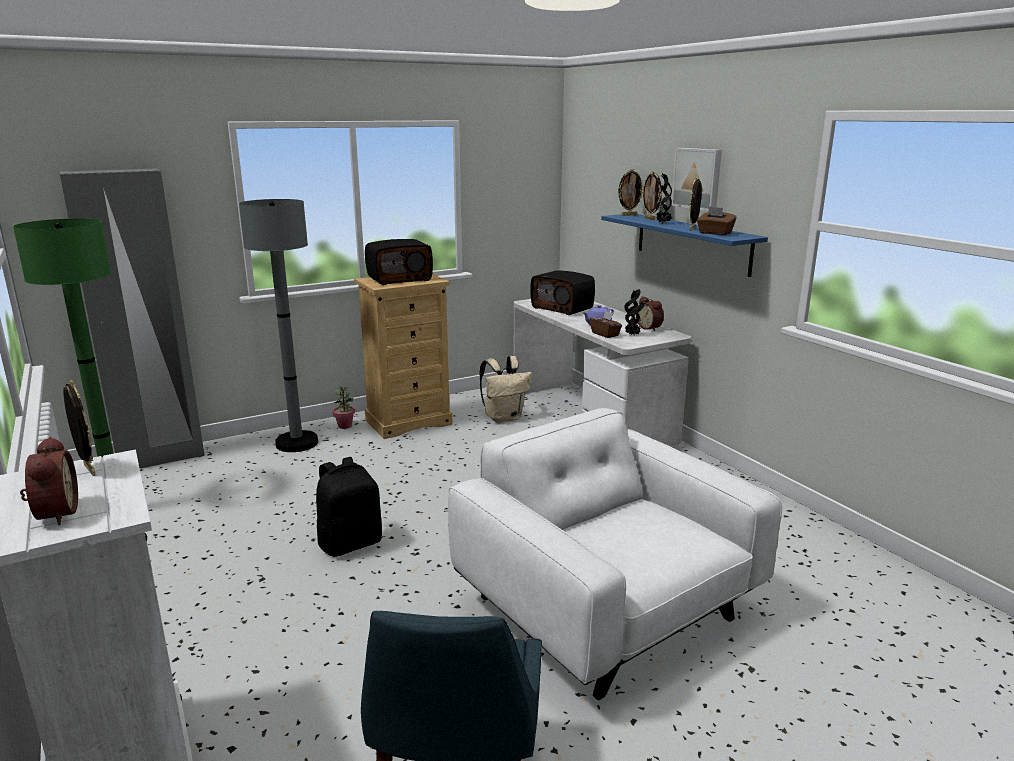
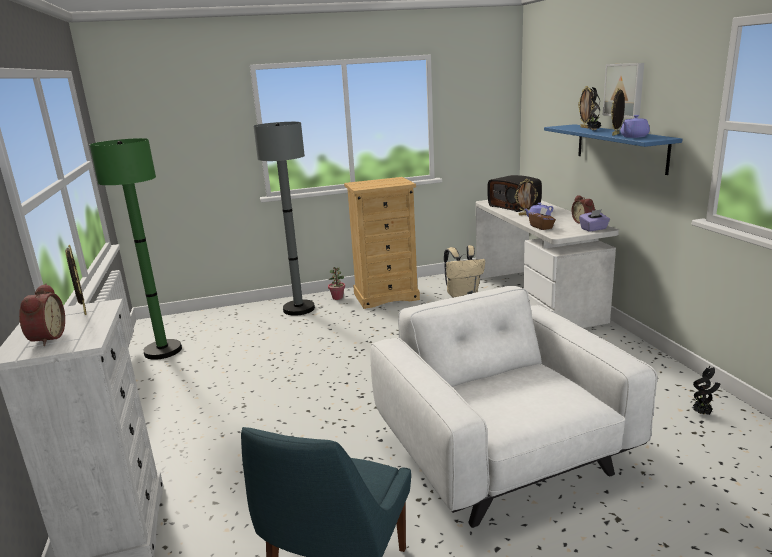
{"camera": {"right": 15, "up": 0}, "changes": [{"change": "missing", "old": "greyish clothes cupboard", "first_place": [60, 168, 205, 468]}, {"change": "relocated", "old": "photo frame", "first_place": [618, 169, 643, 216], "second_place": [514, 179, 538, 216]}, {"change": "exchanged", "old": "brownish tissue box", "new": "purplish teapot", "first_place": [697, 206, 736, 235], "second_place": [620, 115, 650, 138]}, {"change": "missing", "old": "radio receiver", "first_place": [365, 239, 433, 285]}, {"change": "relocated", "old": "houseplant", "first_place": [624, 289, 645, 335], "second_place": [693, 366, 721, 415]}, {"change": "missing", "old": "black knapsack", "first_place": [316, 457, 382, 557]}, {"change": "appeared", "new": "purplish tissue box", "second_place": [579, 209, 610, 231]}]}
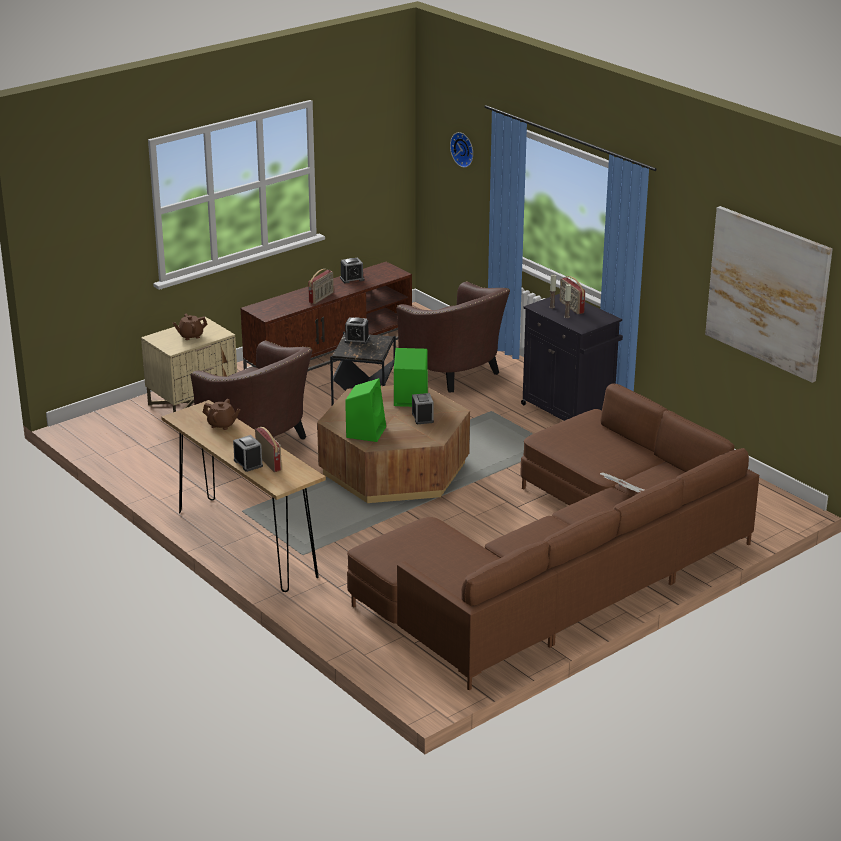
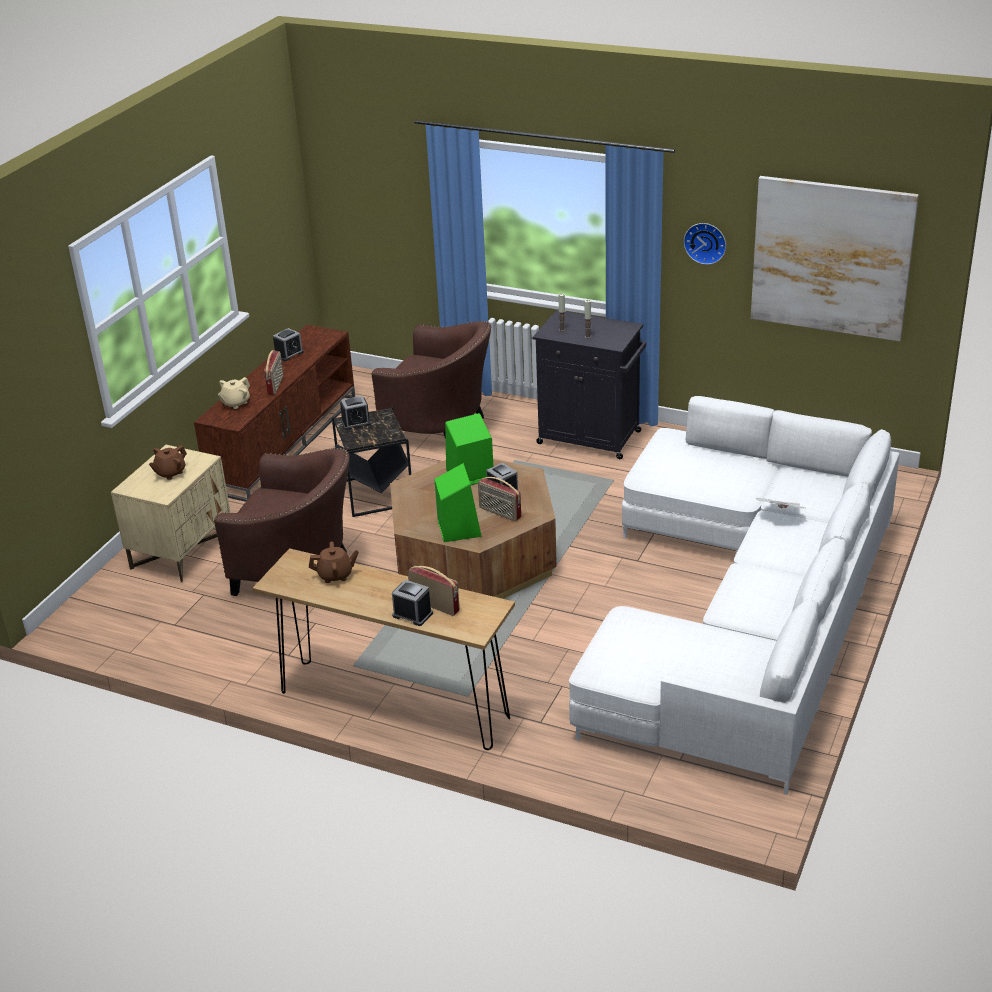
{"camera": {"right": -25, "up": 5}, "changes": [{"change": "relocated", "old": "wall clock", "first_place": [450, 132, 473, 168], "second_place": [684, 223, 726, 265]}, {"change": "relocated", "old": "radio receiver", "first_place": [560, 276, 585, 314], "second_place": [478, 477, 521, 521]}, {"change": "colour", "old": "brownish sofa", "new": "white-coloured sofa", "first_place": [347, 383, 759, 690], "second_place": [569, 396, 900, 795]}, {"change": "appeared", "new": "beige teapot", "second_place": [218, 377, 250, 409]}]}
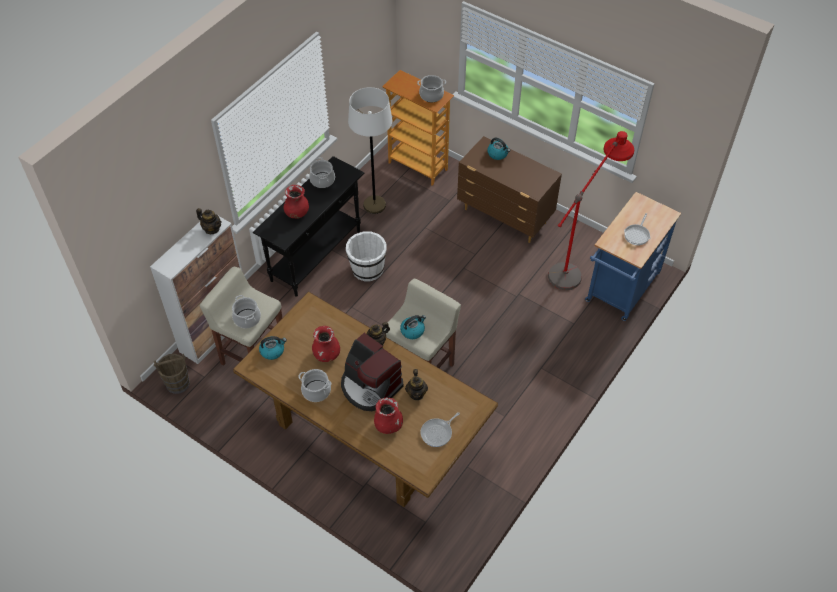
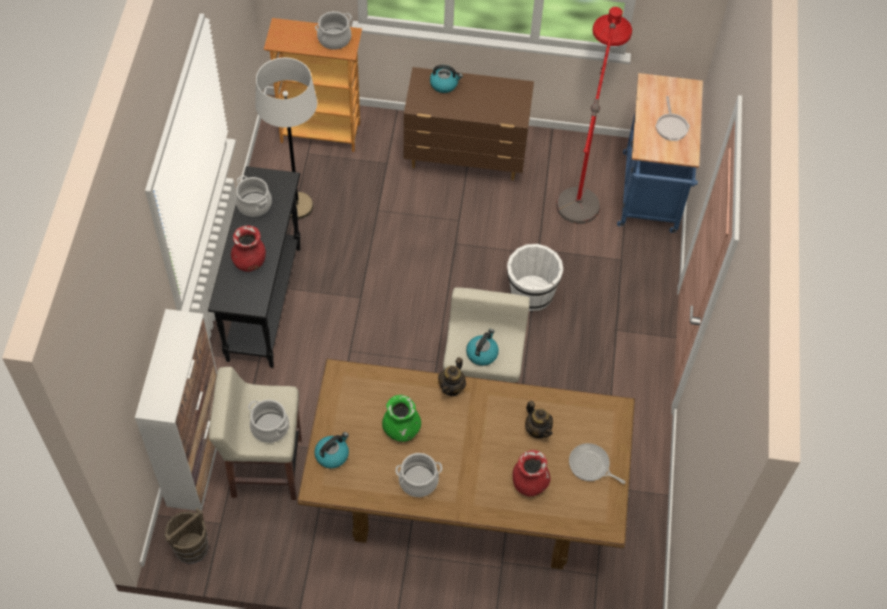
{"camera": {"right": -30, "up": 5}, "changes": [{"change": "missing", "old": "teapot", "first_place": [196, 208, 222, 234]}, {"change": "relocated", "old": "white-coloured pail", "first_place": [346, 231, 387, 282], "second_place": [507, 244, 563, 311]}, {"change": "colour", "old": "red vase", "new": "green-coloured vase", "first_place": [312, 326, 340, 362], "second_place": [382, 395, 421, 442]}, {"change": "missing", "old": "coffee brewer", "first_place": [341, 333, 403, 411]}, {"change": "spun", "old": "skillet", "first_place": [420, 412, 460, 447], "second_place": [569, 443, 625, 484], "degrees": 105}]}
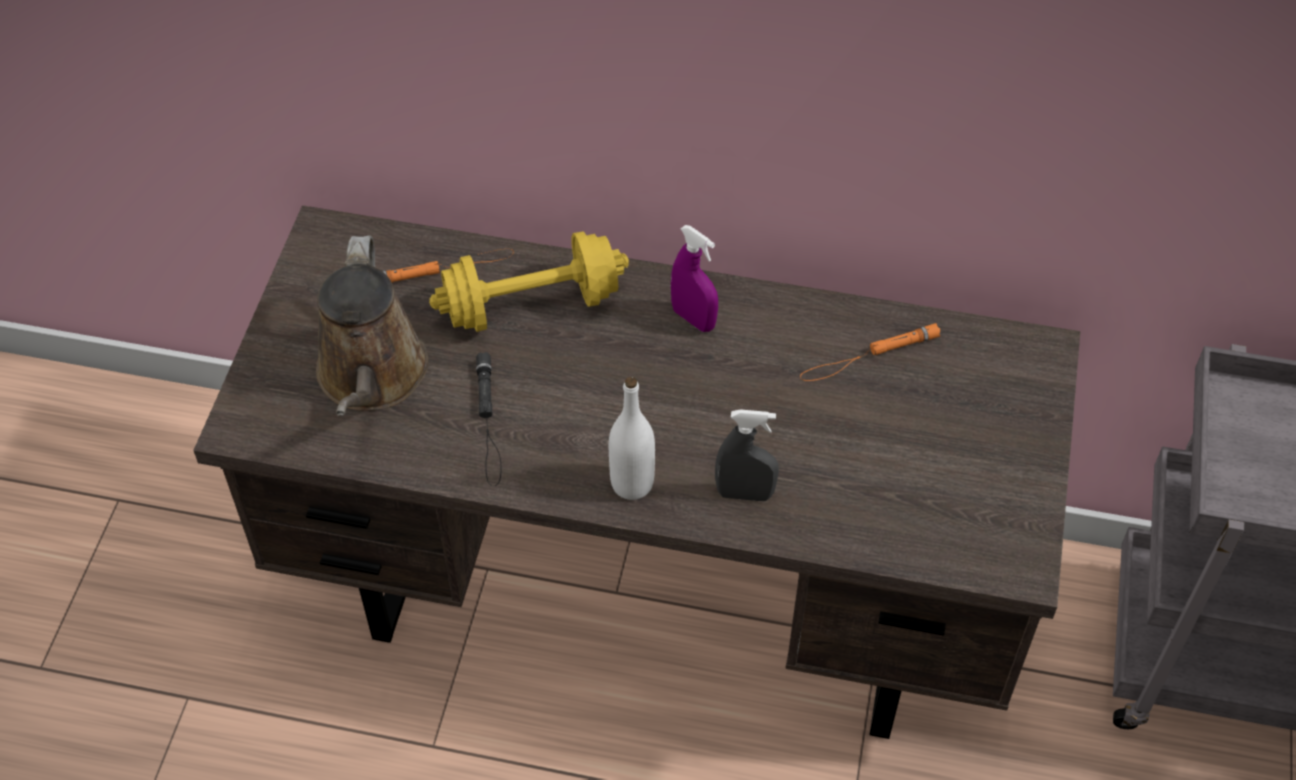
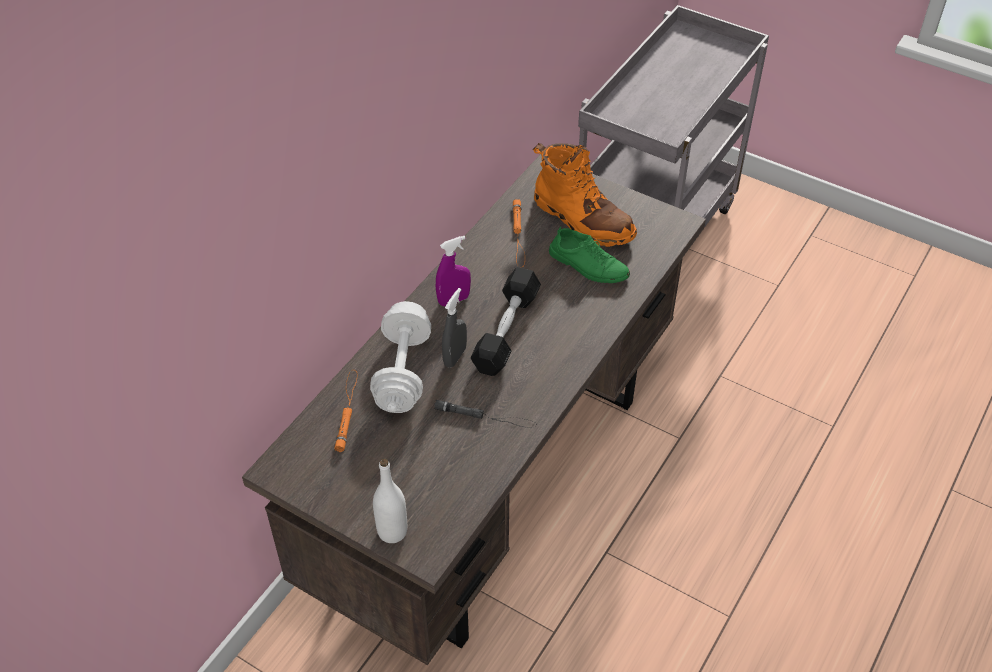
{"camera": {"right": -70, "up": -5}, "changes": [{"change": "colour", "old": "yellow-coloured hand weight", "new": "white-coloured hand weight", "first_place": [429, 231, 629, 332], "second_place": [370, 301, 431, 413]}, {"change": "missing", "old": "brownish sprinkling can", "first_place": [316, 235, 429, 416]}, {"change": "relocated", "old": "white-coloured beverage bottle", "first_place": [609, 377, 655, 500], "second_place": [373, 459, 407, 543]}, {"change": "relocated", "old": "greyish hand sprayer", "first_place": [715, 410, 779, 501], "second_place": [442, 288, 467, 368]}, {"change": "appeared", "new": "orange high-top boot", "second_place": [533, 143, 637, 247]}, {"change": "appeared", "new": "green-coloured low shoe", "second_place": [549, 227, 630, 283]}, {"change": "appeared", "new": "black hand weight", "second_place": [471, 267, 541, 376]}]}
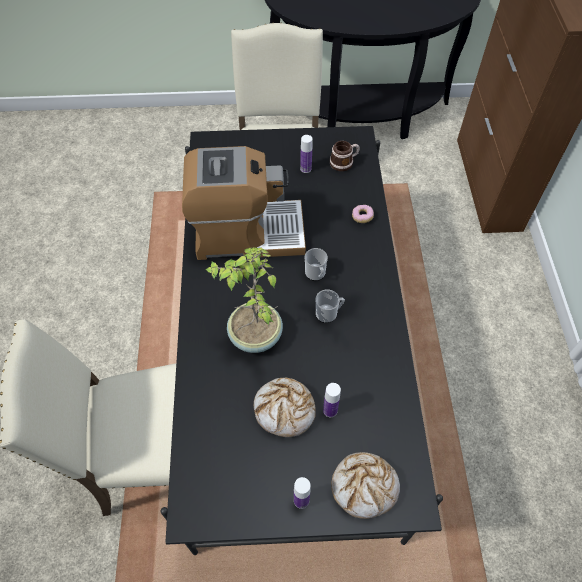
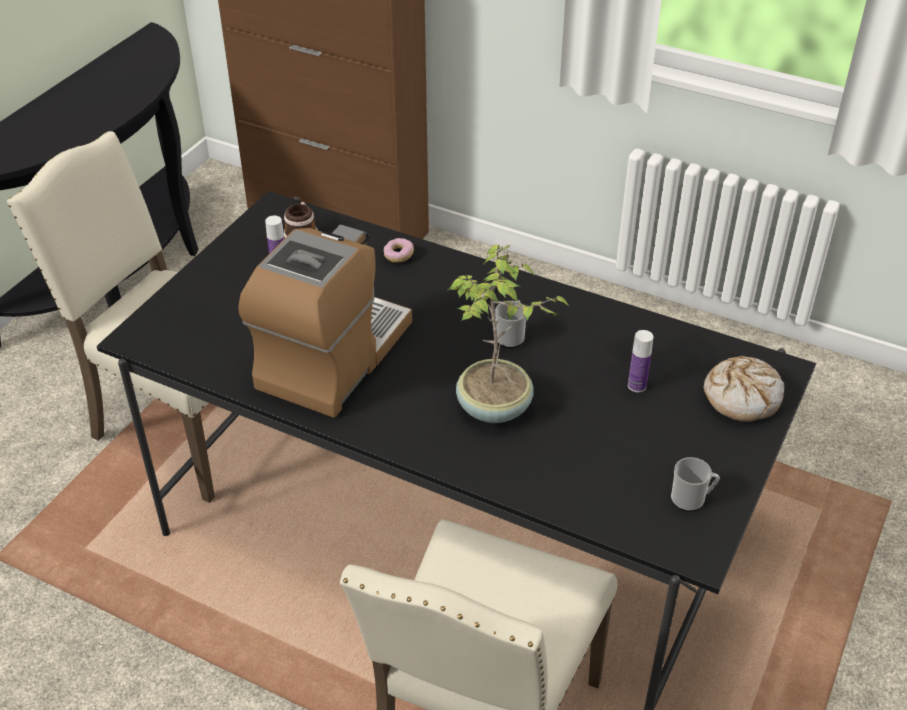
{"camera": {"right": -60, "up": -15}, "changes": [{"change": "relocated", "old": "mug", "first_place": [305, 248, 328, 281], "second_place": [671, 457, 720, 512]}, {"change": "missing", "old": "bread", "first_place": [254, 378, 316, 437]}, {"change": "missing", "old": "beverage bottle", "first_place": [294, 477, 311, 509]}]}
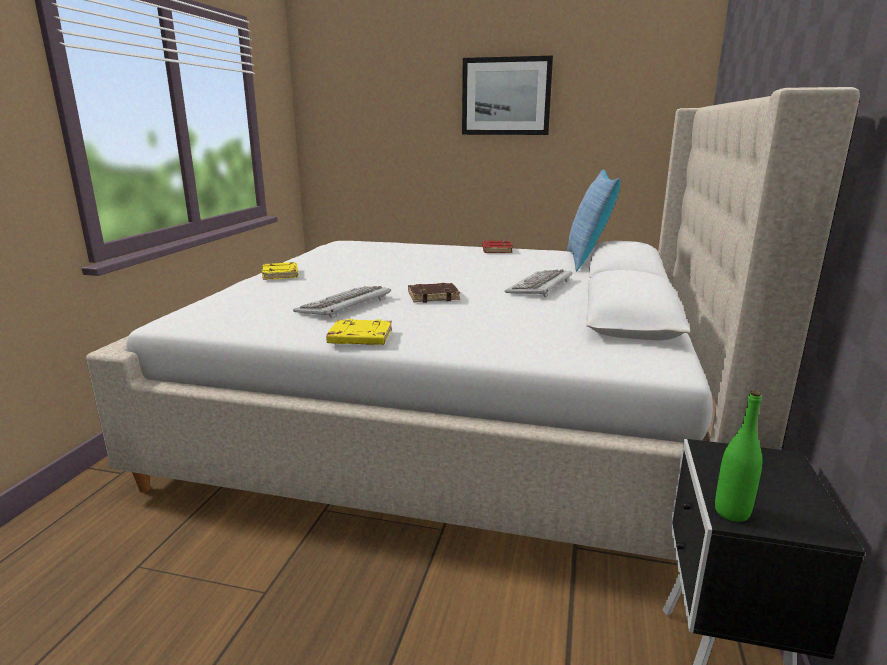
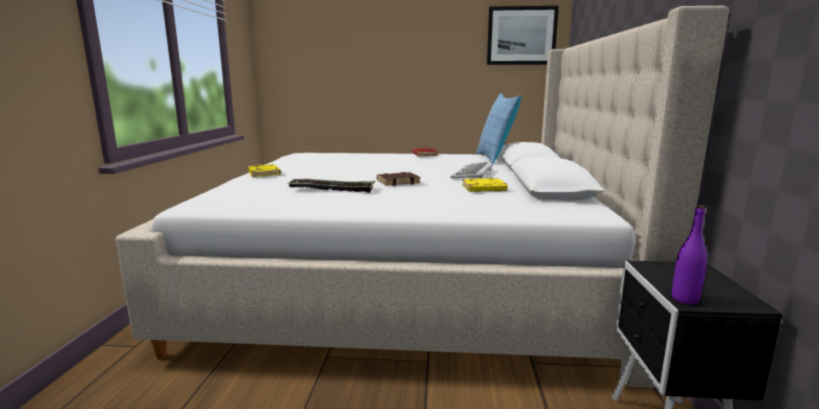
{"camera": {"right": -10, "up": -5}, "changes": [{"change": "relocated", "old": "picture", "first_place": [462, 56, 553, 135], "second_place": [487, 6, 559, 65]}, {"change": "exchanged", "old": "PC keyboard", "new": "carrying tray", "first_place": [293, 286, 391, 319], "second_place": [288, 179, 375, 193]}, {"change": "relocated", "old": "yellow-coloured bound book", "first_place": [326, 319, 392, 345], "second_place": [462, 178, 508, 192]}, {"change": "colour", "old": "green-coloured beverage bottle", "new": "purplish beverage bottle", "first_place": [715, 390, 762, 522], "second_place": [672, 205, 707, 305]}]}
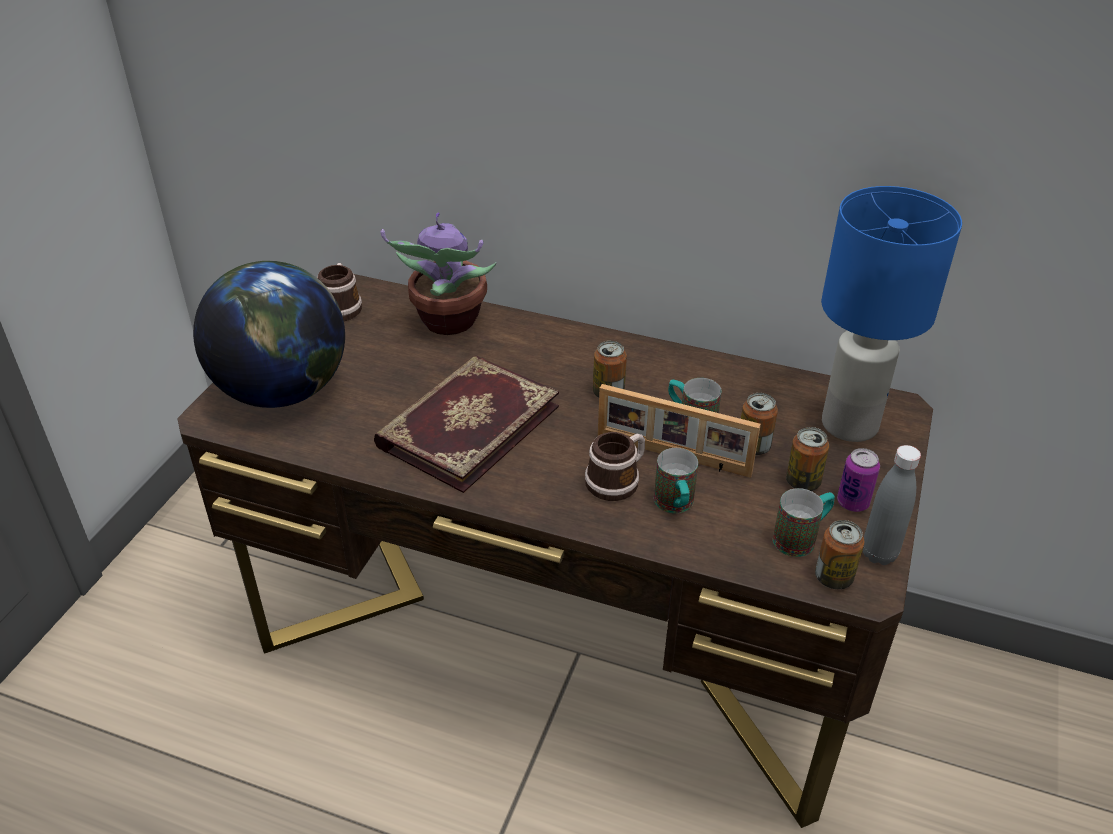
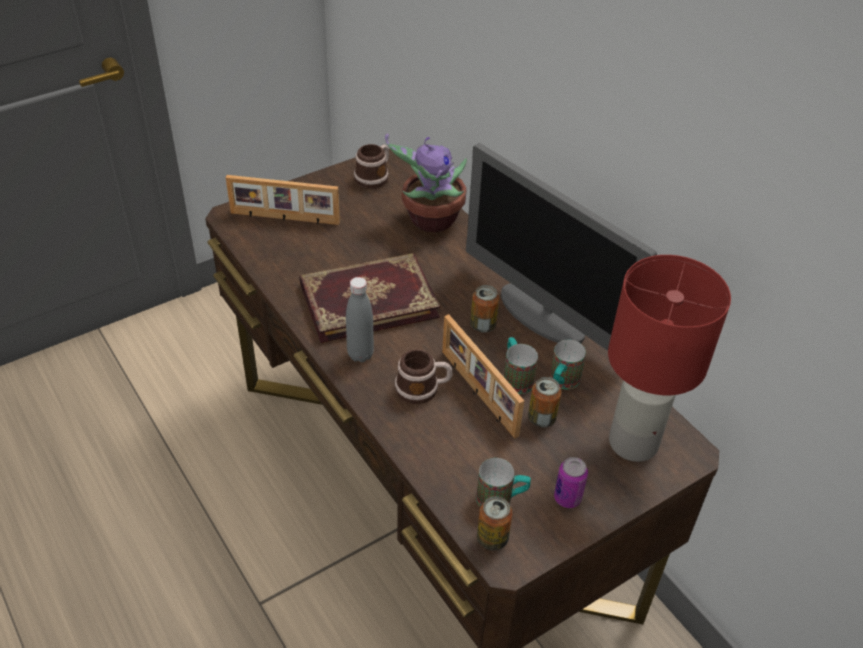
{"camera": {"right": 35, "up": 5}, "changes": [{"change": "colour", "old": "blue lamp for a table", "new": "red lamp for a table", "first_place": [821, 186, 962, 442], "second_place": [608, 255, 731, 462]}, {"change": "exchanged", "old": "desk globe", "new": "photo frame", "first_place": [193, 261, 345, 408], "second_place": [226, 175, 340, 225]}, {"change": "missing", "old": "metal can", "first_place": [786, 427, 829, 491]}, {"change": "relocated", "old": "greyish beverage bottle", "first_place": [863, 445, 921, 565], "second_place": [346, 277, 374, 362]}, {"change": "relocated", "old": "mug", "first_place": [654, 448, 698, 513], "second_place": [550, 339, 586, 390]}, {"change": "appeared", "new": "computer screen", "second_place": [466, 143, 657, 351]}]}
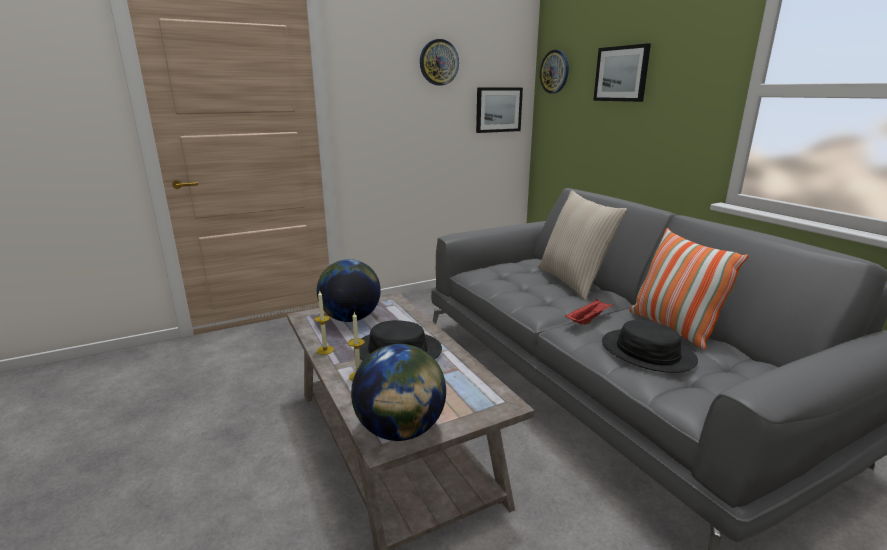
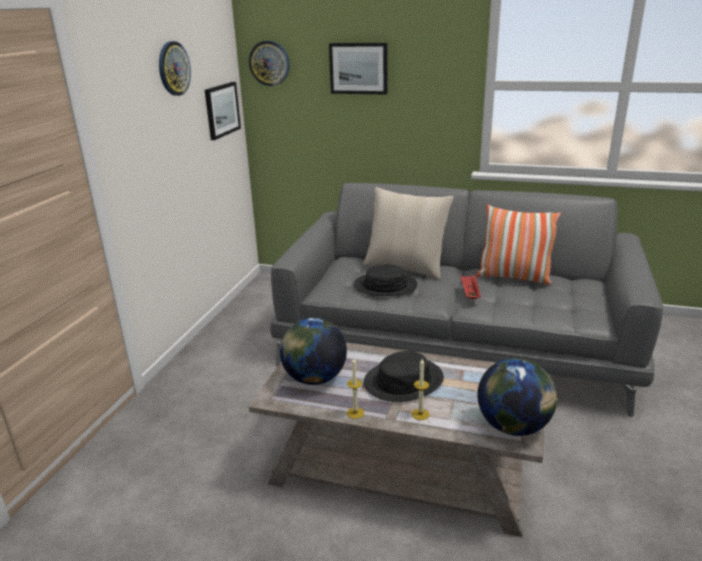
{"camera": {"right": -45, "up": 5}, "changes": [{"change": "relocated", "old": "black clothing hat", "first_place": [602, 320, 698, 373], "second_place": [354, 264, 418, 296]}]}
